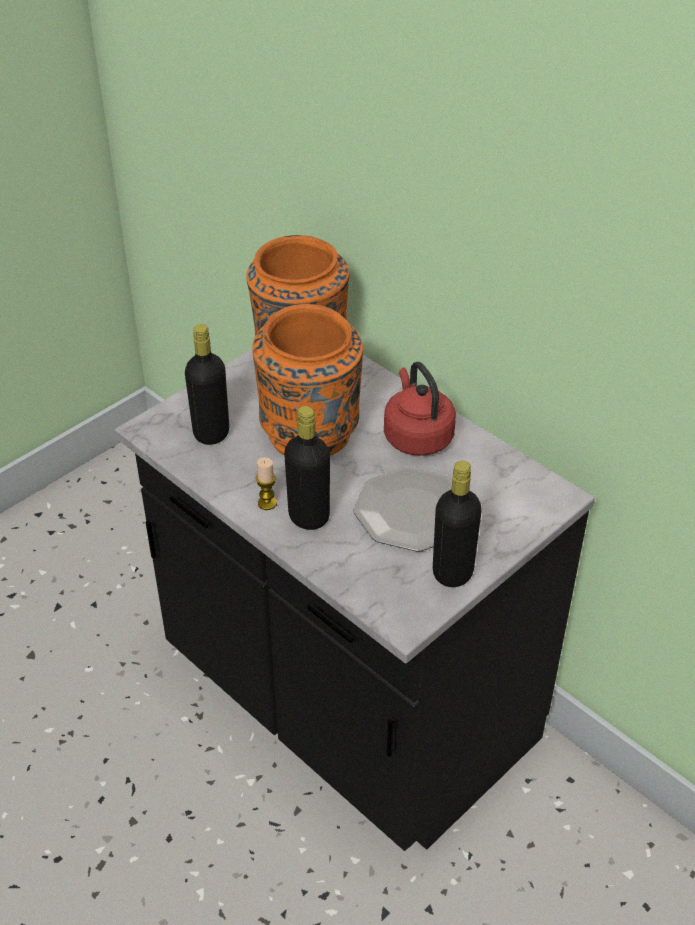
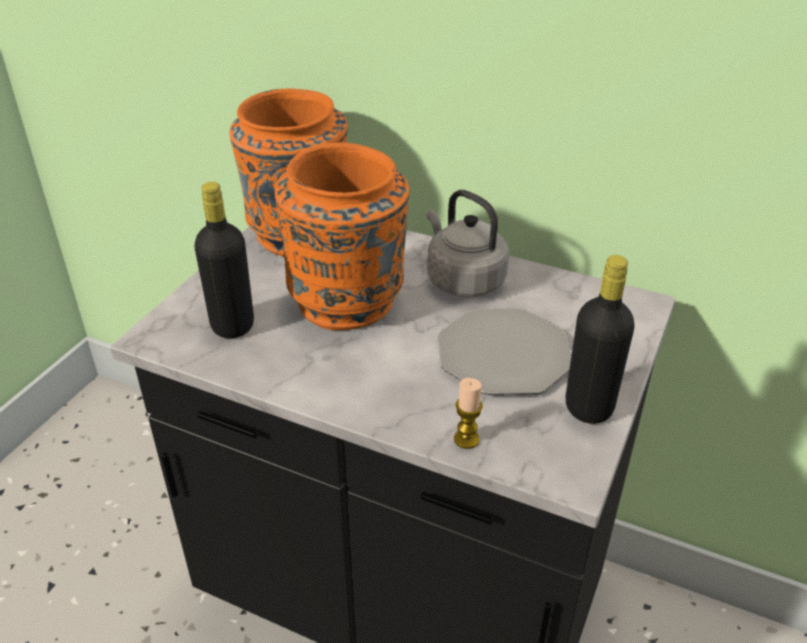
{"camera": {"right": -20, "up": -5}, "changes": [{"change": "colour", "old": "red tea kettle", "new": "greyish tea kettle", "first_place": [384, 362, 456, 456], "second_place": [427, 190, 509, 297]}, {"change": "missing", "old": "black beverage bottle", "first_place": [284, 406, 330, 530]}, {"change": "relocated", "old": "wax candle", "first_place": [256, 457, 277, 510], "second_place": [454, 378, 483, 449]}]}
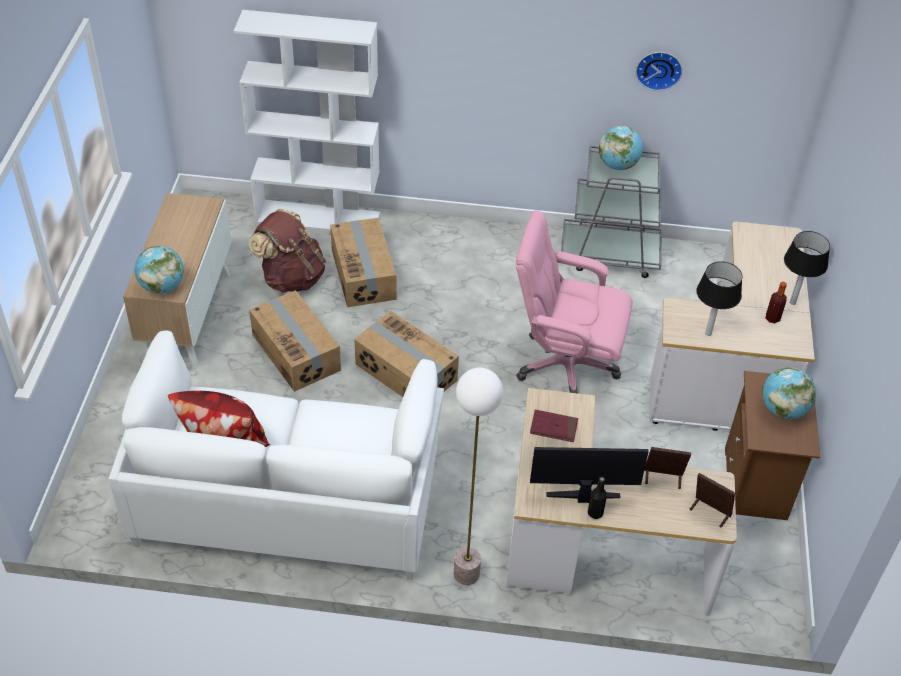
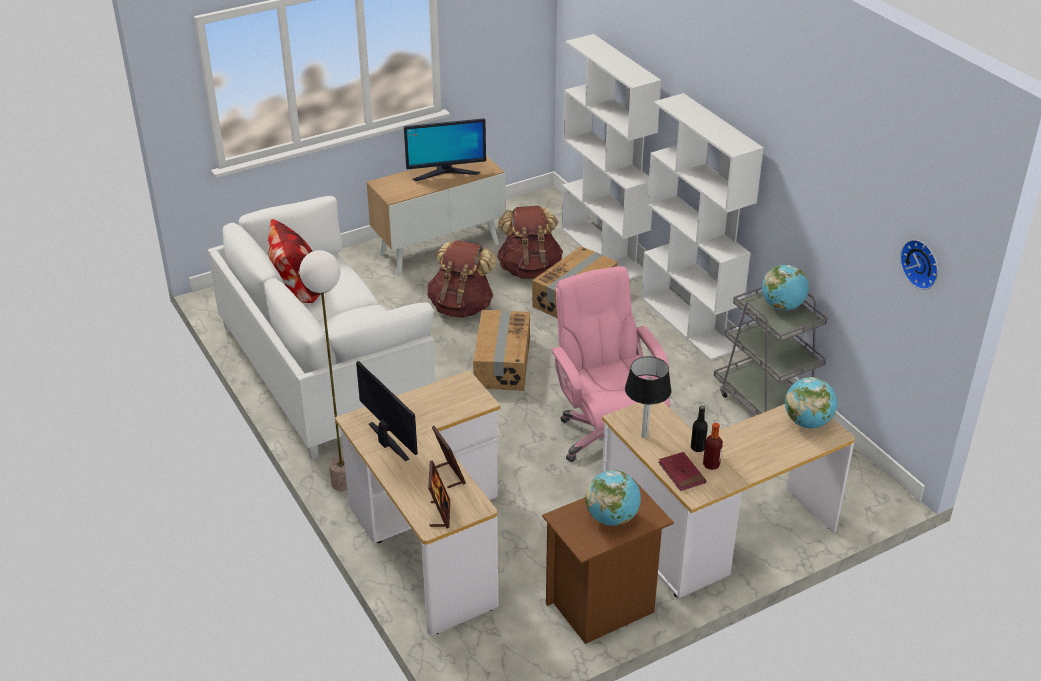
{"camera": {"right": 55, "up": -10}, "changes": [{"change": "relocated", "old": "wall clock", "first_place": [636, 52, 682, 91], "second_place": [900, 240, 938, 290]}, {"change": "missing", "old": "lamp for a table", "first_place": [784, 231, 830, 305]}, {"change": "relocated", "old": "desk globe", "first_place": [135, 246, 184, 294], "second_place": [785, 377, 837, 428]}, {"change": "exchanged", "old": "cardboard box", "new": "brownish knapsack", "first_place": [249, 290, 341, 392], "second_place": [427, 240, 497, 318]}, {"change": "relocated", "old": "red bound book", "first_place": [530, 410, 578, 442], "second_place": [658, 452, 706, 491]}, {"change": "relocated", "old": "black beverage bottle", "first_place": [588, 477, 607, 519], "second_place": [691, 406, 708, 452]}, {"change": "appeared", "new": "white-coloured shelving unit", "second_place": [641, 93, 764, 361]}, {"change": "appeared", "new": "computer screen", "second_place": [404, 118, 486, 181]}]}
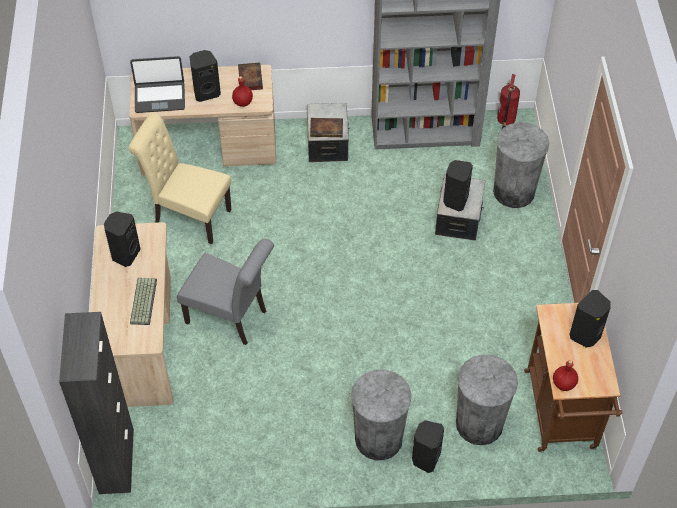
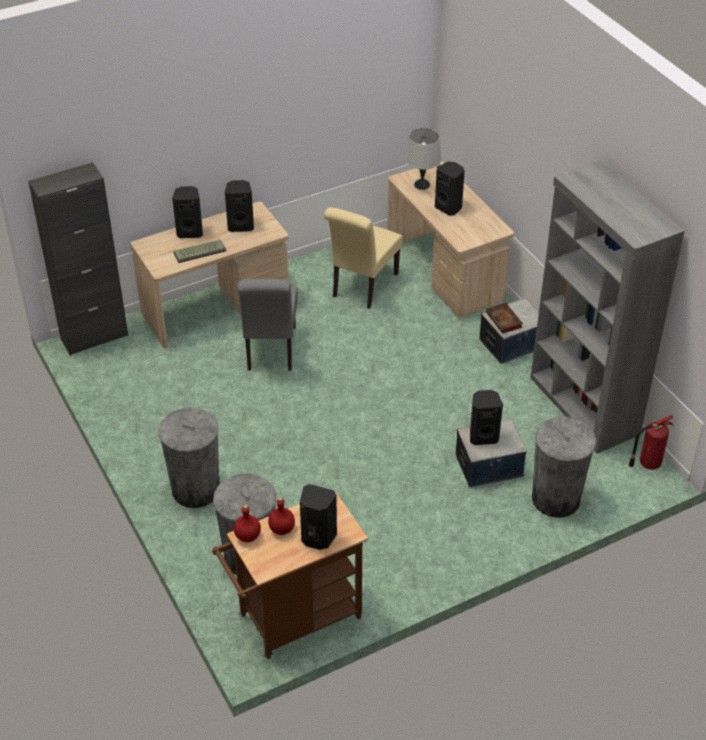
{"camera": {"right": 65, "up": -10}, "changes": [{"change": "exchanged", "old": "laptop", "new": "greyish lamp for a table", "first_place": [130, 56, 185, 113], "second_place": [405, 128, 441, 190]}, {"change": "missing", "old": "bound book", "first_place": [238, 62, 263, 90]}, {"change": "relocated", "old": "red beverage bottle", "first_place": [232, 76, 253, 107], "second_place": [268, 497, 295, 535]}, {"change": "spun", "old": "beige chair", "first_place": [128, 113, 231, 244], "second_place": [324, 207, 403, 309], "degrees": -150}, {"change": "relocated", "old": "black speaker", "first_place": [412, 420, 444, 473], "second_place": [172, 186, 203, 238]}]}
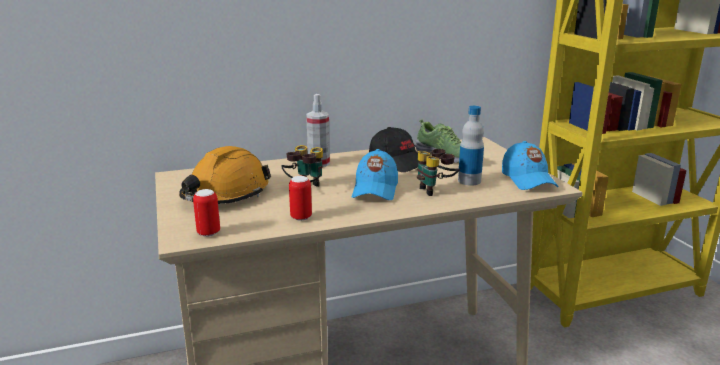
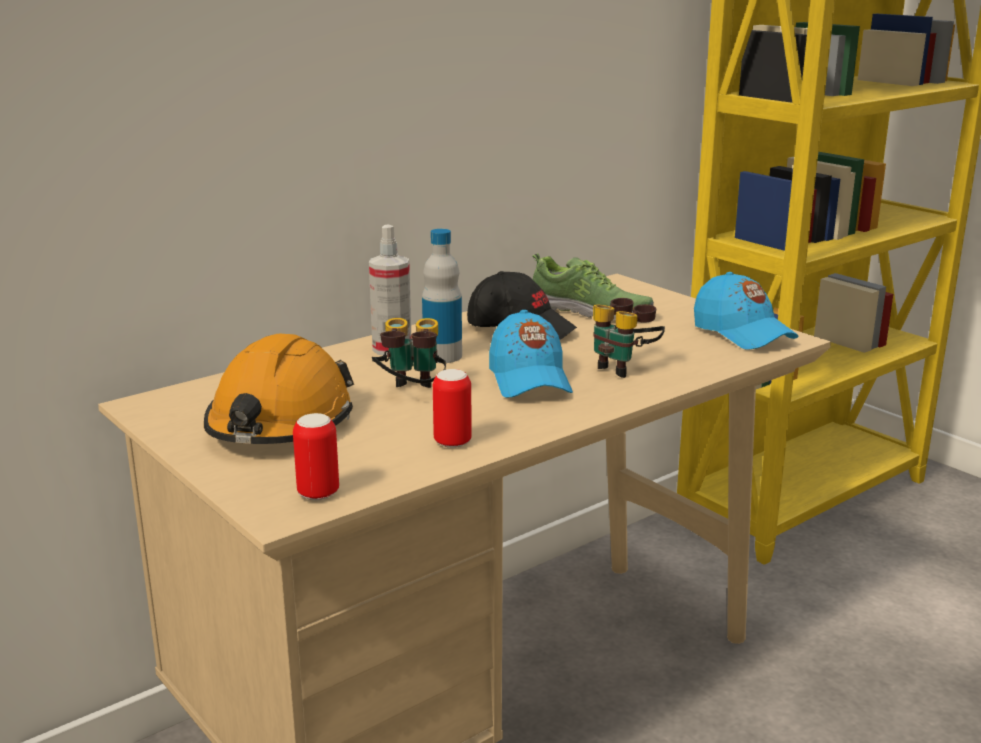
{"camera": {"right": -20, "up": 0}, "changes": [{"change": "relocated", "old": "beverage bottle", "first_place": [458, 106, 484, 186], "second_place": [422, 229, 462, 363]}]}
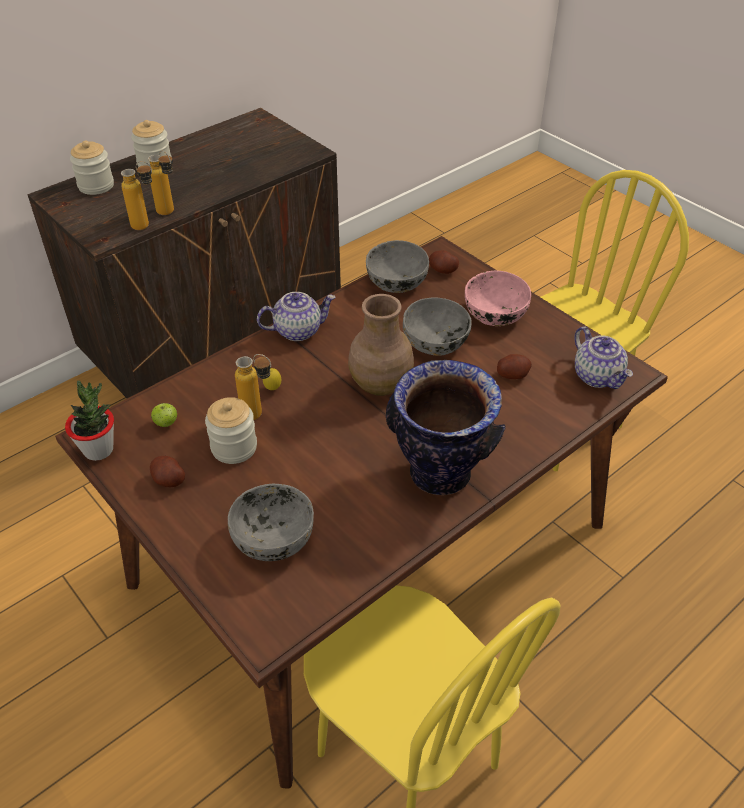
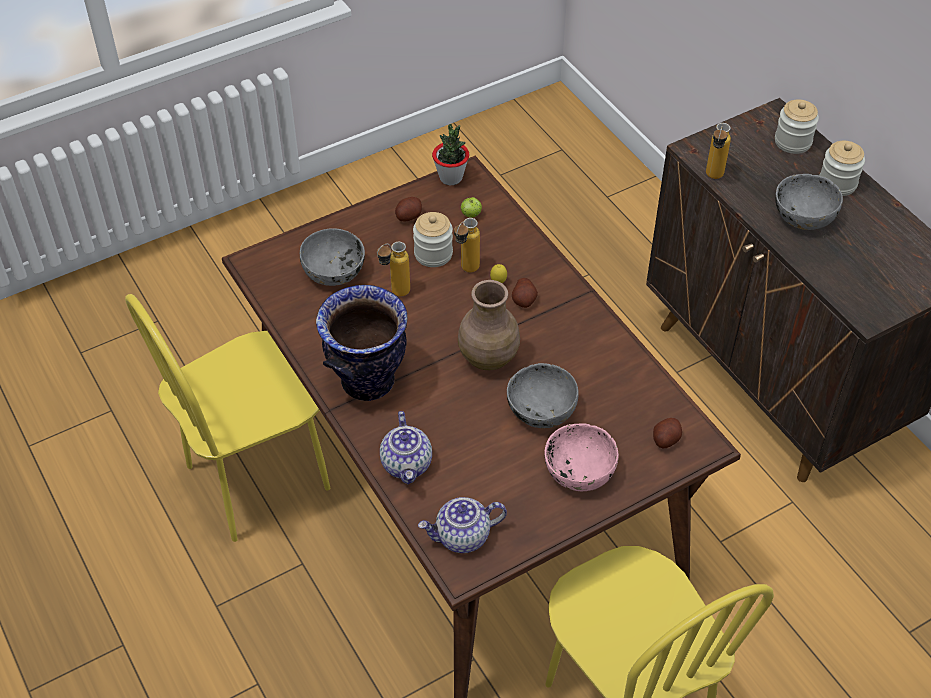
{"camera": {"right": 100, "up": 5}, "changes": [{"change": "relocated", "old": "beverage bottle", "first_place": [148, 151, 174, 215], "second_place": [377, 242, 410, 297]}, {"change": "relocated", "old": "greyish bowl", "first_place": [366, 240, 429, 293], "second_place": [775, 174, 843, 230]}, {"change": "relocated", "old": "teapot", "first_place": [257, 292, 336, 341], "second_place": [380, 411, 432, 484]}, {"change": "relocated", "old": "spud", "first_place": [497, 354, 532, 379], "second_place": [512, 278, 538, 308]}]}
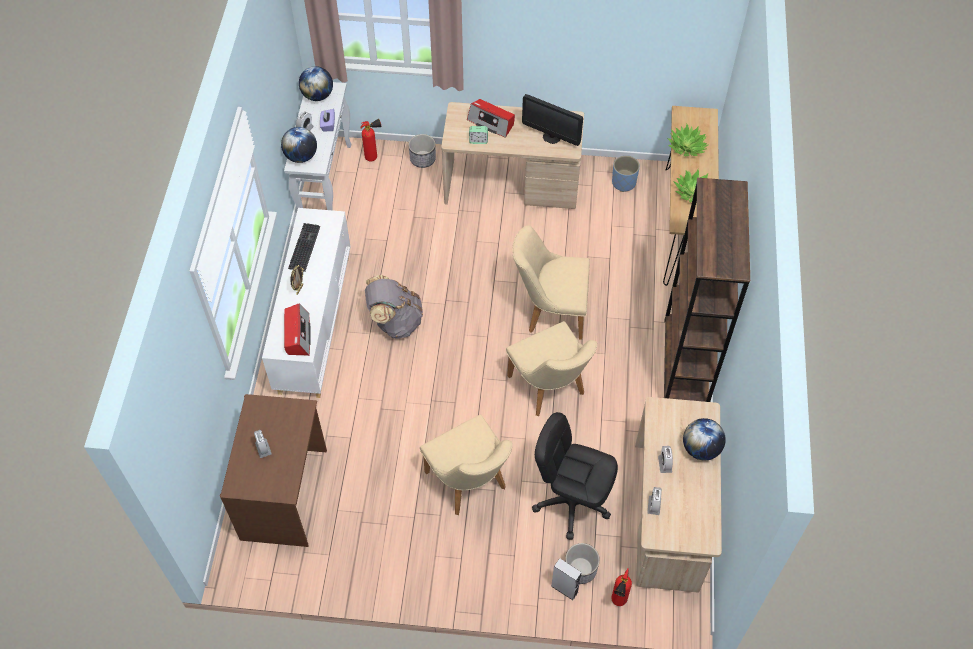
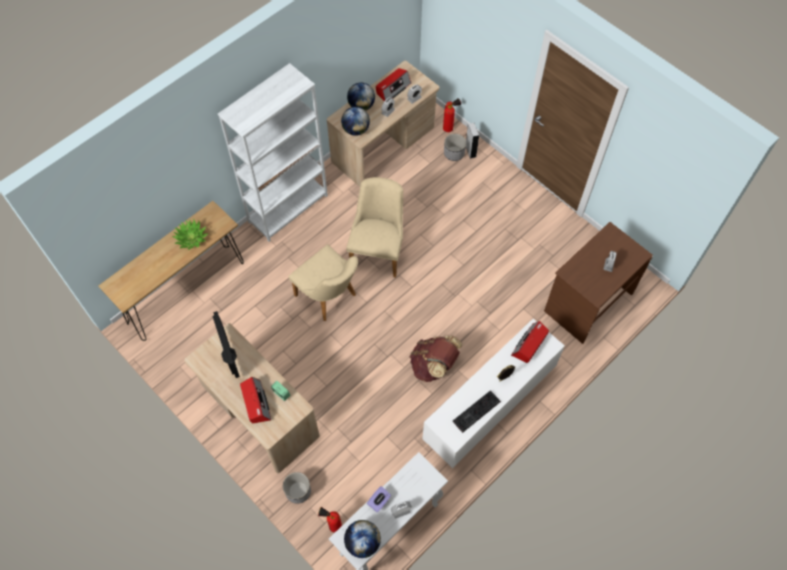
{"camera": {"right": -140, "up": 5}, "changes": [{"change": "missing", "old": "houseplant", "first_place": [667, 124, 709, 156]}, {"change": "relocated", "old": "desk globe", "first_place": [281, 127, 317, 163], "second_place": [341, 107, 370, 136]}, {"change": "missing", "old": "blue planter", "first_place": [612, 155, 640, 192]}, {"change": "colour", "old": "brownish shelving unit", "new": "white-coloured shelving unit", "first_place": [664, 178, 750, 402], "second_place": [218, 63, 328, 242]}, {"change": "colour", "old": "greyish knapsack", "new": "brownish knapsack", "first_place": [365, 275, 423, 339], "second_place": [410, 335, 463, 382]}, {"change": "missing", "old": "black office chair", "first_place": [532, 412, 618, 540]}, {"change": "missing", "old": "beige chair", "first_place": [420, 414, 512, 515]}, {"change": "appeared", "new": "radio receiver", "second_place": [376, 68, 411, 101]}]}
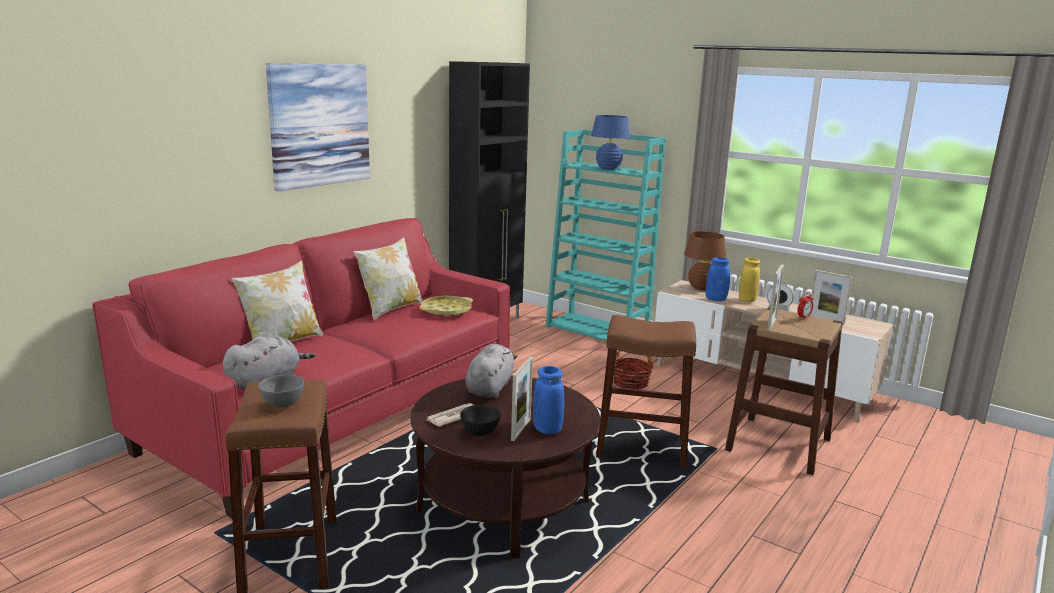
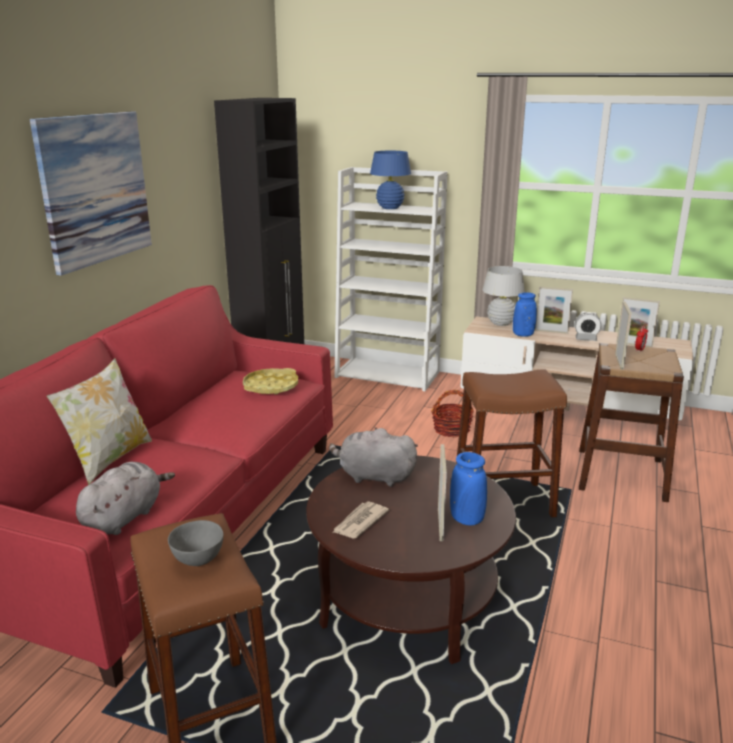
{"camera": {"right": -15, "up": 5}, "changes": [{"change": "colour", "old": "turquoise shelving unit", "new": "white-coloured shelving unit", "first_place": [546, 129, 666, 341], "second_place": [334, 167, 448, 391]}, {"change": "colour", "old": "brownish lamp for a table", "new": "white-coloured lamp for a table", "first_place": [684, 231, 726, 290], "second_place": [482, 266, 525, 326]}, {"change": "missing", "old": "pillow", "first_place": [354, 237, 422, 321]}, {"change": "exchanged", "old": "yellow-coloured vase", "new": "photo frame", "first_place": [739, 258, 760, 302], "second_place": [535, 286, 573, 334]}, {"change": "spun", "old": "greyish plush toy", "first_place": [466, 344, 517, 398], "second_place": [329, 427, 418, 487], "degrees": -75}, {"change": "missing", "old": "black bowl", "first_place": [460, 405, 501, 436]}]}
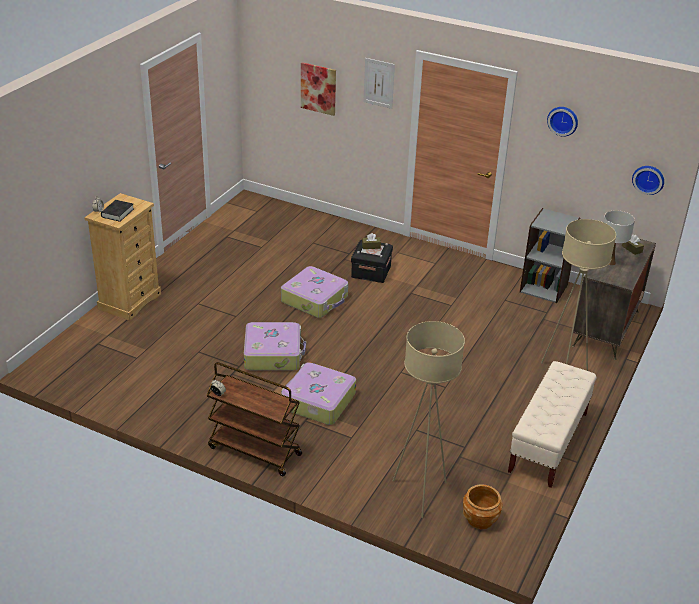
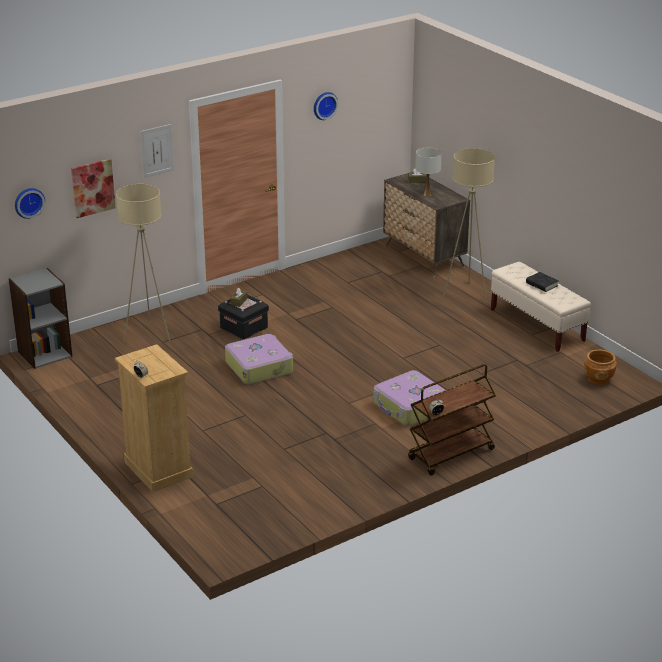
{"camera": {"right": -60, "up": -5}, "changes": [{"change": "relocated", "old": "wall clock", "first_place": [632, 166, 664, 195], "second_place": [15, 188, 45, 219]}, {"change": "relocated", "old": "black bound book", "first_place": [101, 200, 134, 222], "second_place": [526, 272, 559, 292]}, {"change": "relocated", "old": "greyish shelving unit", "first_place": [520, 208, 580, 303], "second_place": [9, 268, 72, 369]}, {"change": "relocated", "old": "beige standard lamp", "first_place": [393, 321, 465, 518], "second_place": [116, 184, 170, 342]}, {"change": "missing", "old": "travel case", "first_place": [244, 322, 306, 370]}]}
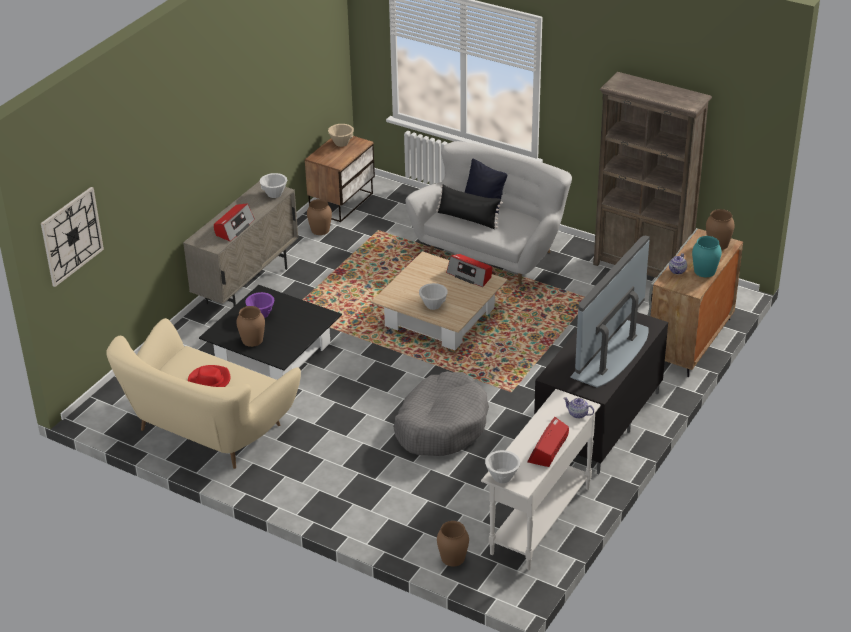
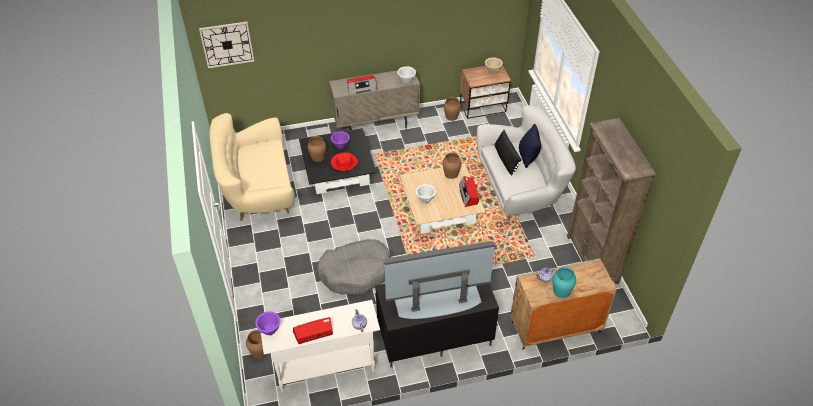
{"camera": {"right": 45, "up": 10}, "changes": [{"change": "relocated", "old": "brownish vase", "first_place": [706, 209, 735, 250], "second_place": [443, 153, 461, 179]}, {"change": "relocated", "old": "red clothing hat", "first_place": [188, 365, 230, 387], "second_place": [331, 152, 358, 171]}, {"change": "colour", "old": "white-coloured bowl", "new": "purplish bowl", "first_place": [485, 450, 520, 483], "second_place": [255, 311, 281, 335]}]}
